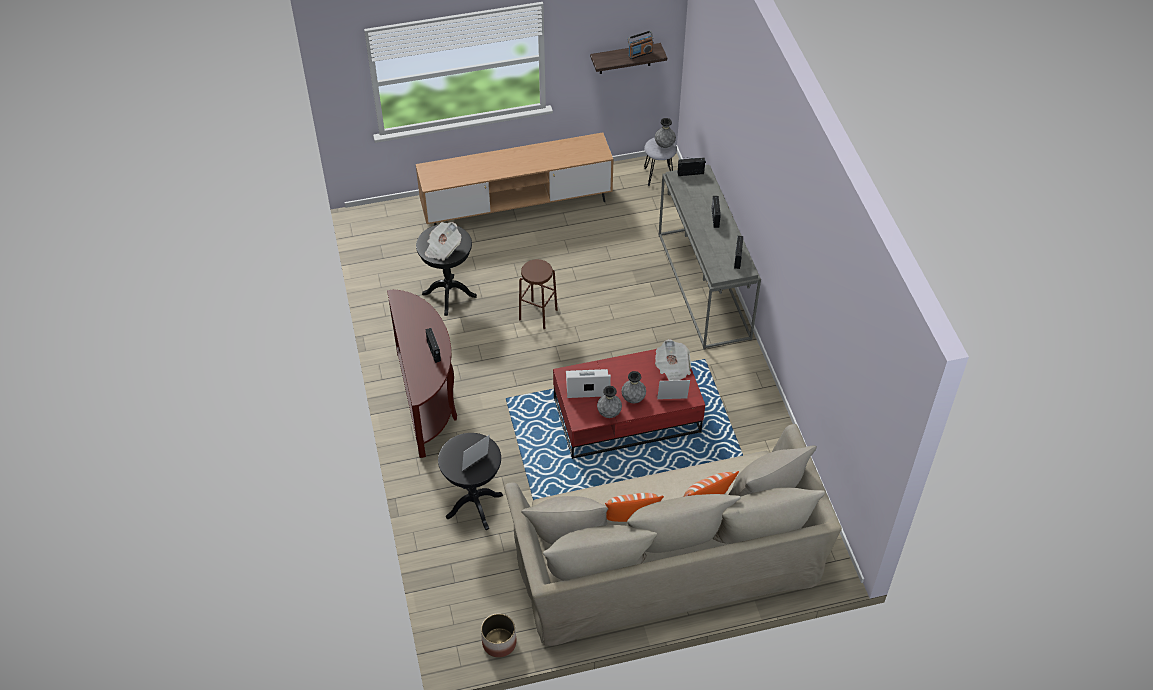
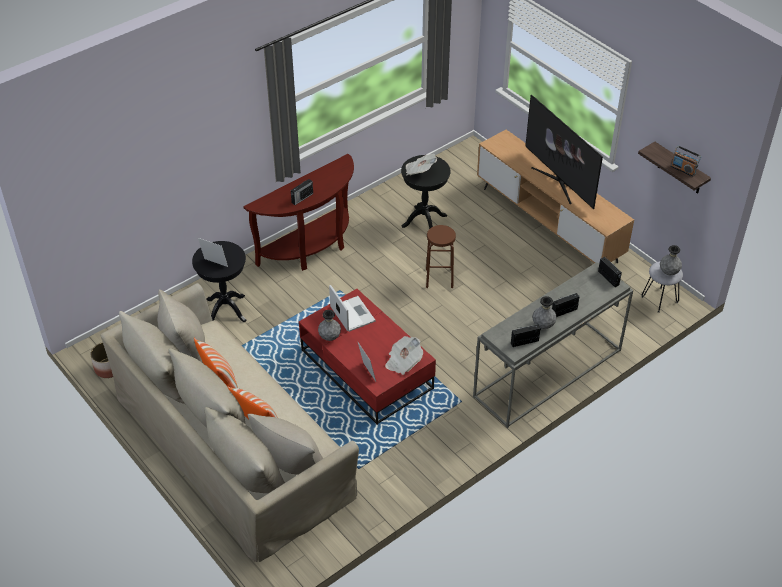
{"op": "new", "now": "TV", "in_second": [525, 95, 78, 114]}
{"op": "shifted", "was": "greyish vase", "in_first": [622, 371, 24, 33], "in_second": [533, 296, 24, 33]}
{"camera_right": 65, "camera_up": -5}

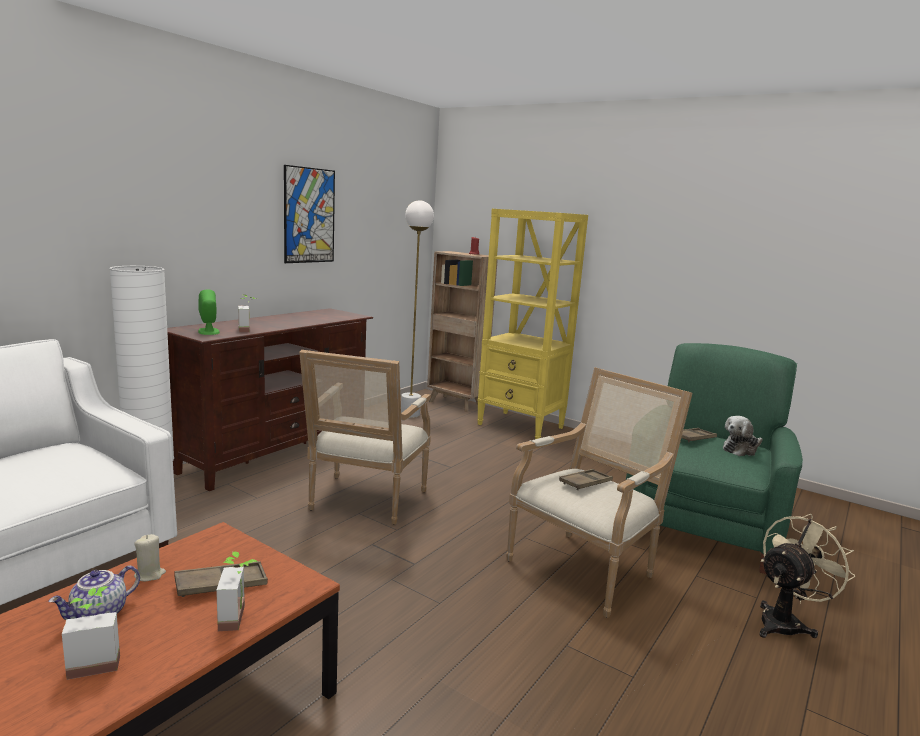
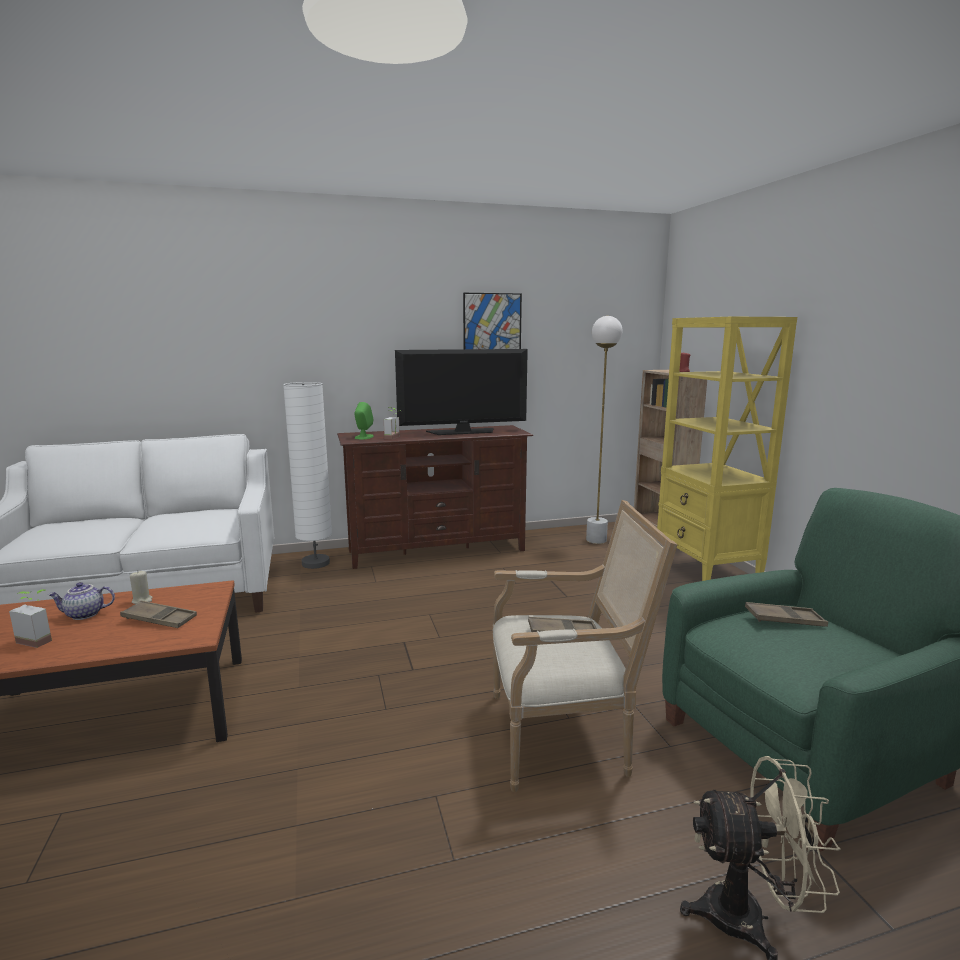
{"op": "gone", "was": "plant in a pot", "in_first": [216, 552, 42, 79]}
{"op": "gone", "was": "easy chair", "in_first": [299, 350, 132, 175]}
{"op": "gone", "was": "plush toy", "in_first": [723, 416, 40, 40]}
{"op": "new", "now": "TV", "in_second": [395, 349, 133, 86]}
{"camera_right": 40, "camera_up": 0}

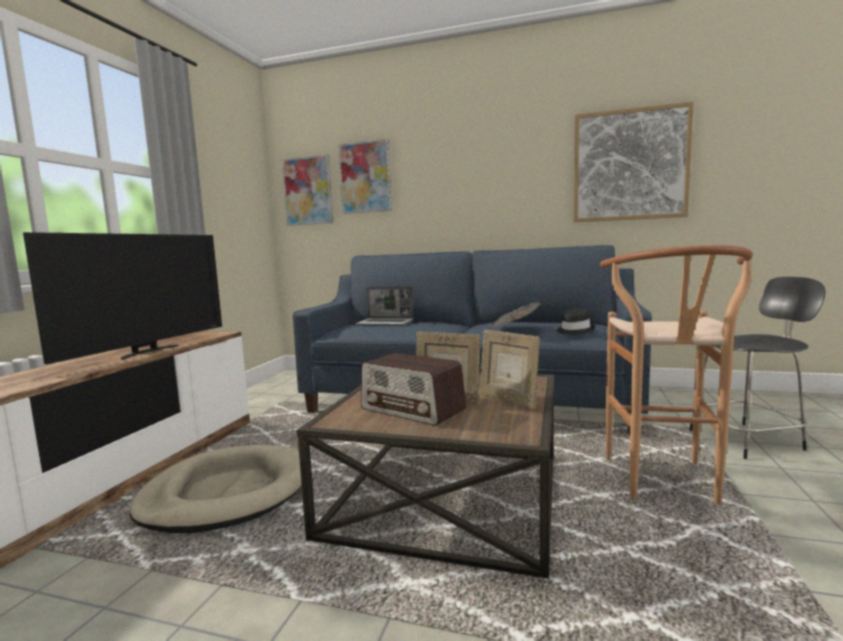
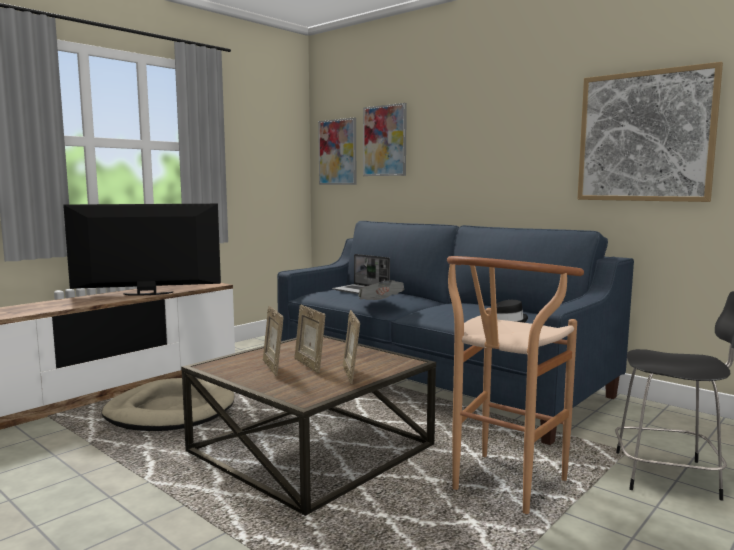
{"op": "shifted", "was": "newspaper", "in_first": [489, 301, 52, 26], "in_second": [358, 280, 46, 20]}
{"op": "swapped", "was": "radio", "now": "picture frame", "in_first": [361, 353, 105, 73], "in_second": [263, 306, 21, 70]}
{"op": "rotated", "was": "TV", "in_first": [23, 232, 199, 132], "in_second": [63, 203, 158, 93], "clockwise": -150}
{"camera_right": 25, "camera_up": 0}

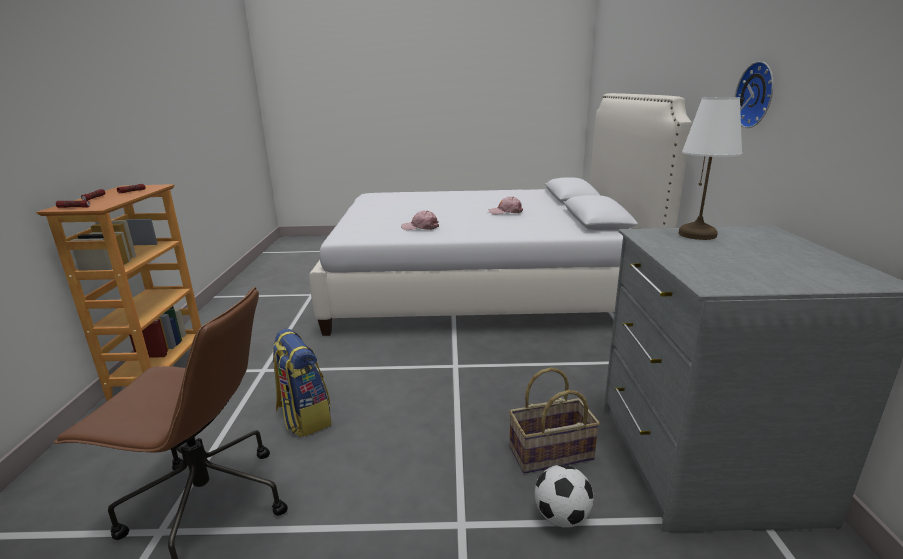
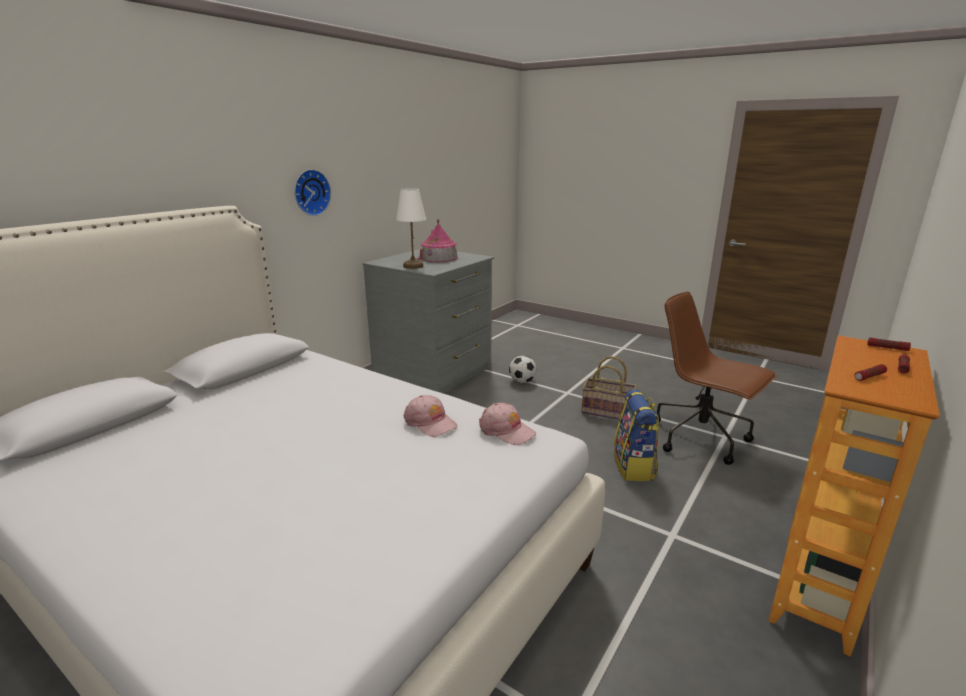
{"op": "new", "now": "model house", "in_second": [417, 219, 41, 43]}
{"op": "shifted", "was": "pink-coloured cap", "in_first": [489, 197, 34, 18], "in_second": [479, 403, 57, 42]}
{"op": "shifted", "was": "storage basket", "in_first": [509, 368, 91, 106], "in_second": [581, 356, 56, 64]}
{"camera_right": -145, "camera_up": 0}

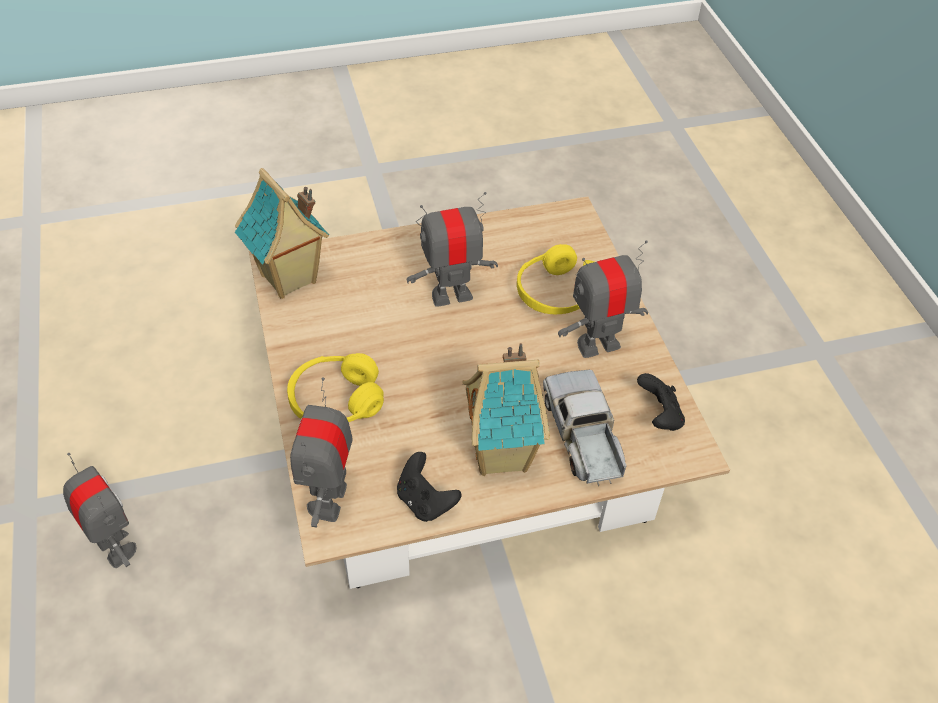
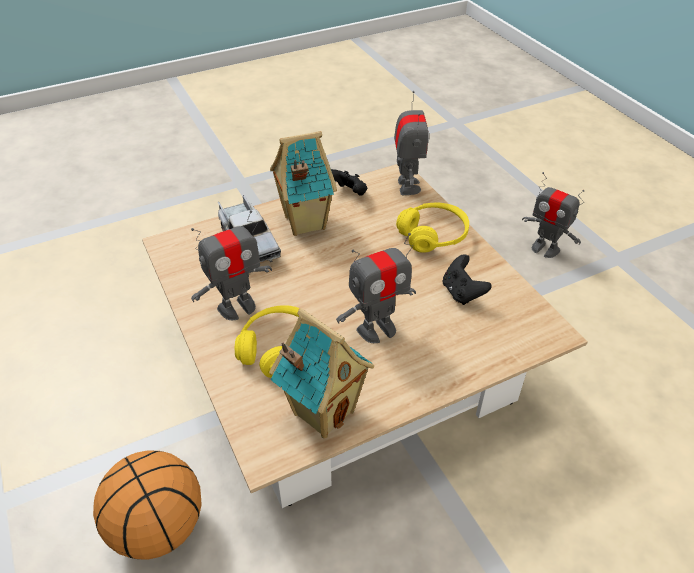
{"op": "new", "now": "basketball", "in_second": [93, 450, 109, 110]}
{"op": "shifted", "was": "model house", "in_first": [235, 168, 94, 131], "in_second": [269, 308, 105, 130]}
{"op": "shifted", "was": "blackish game controller", "in_first": [637, 373, 48, 58], "in_second": [443, 254, 49, 51]}
{"camera_right": 170, "camera_up": -5}

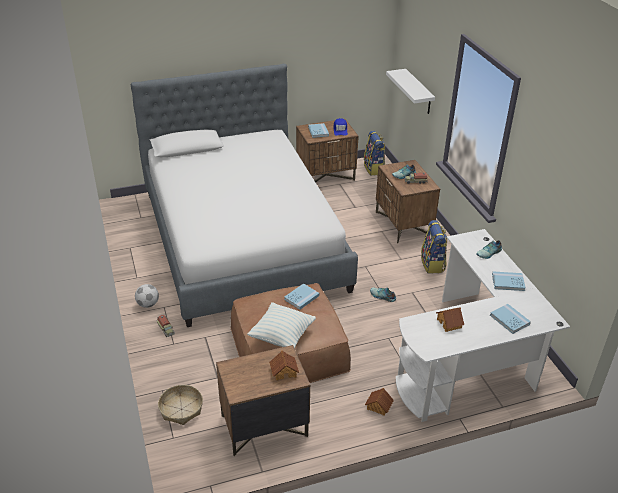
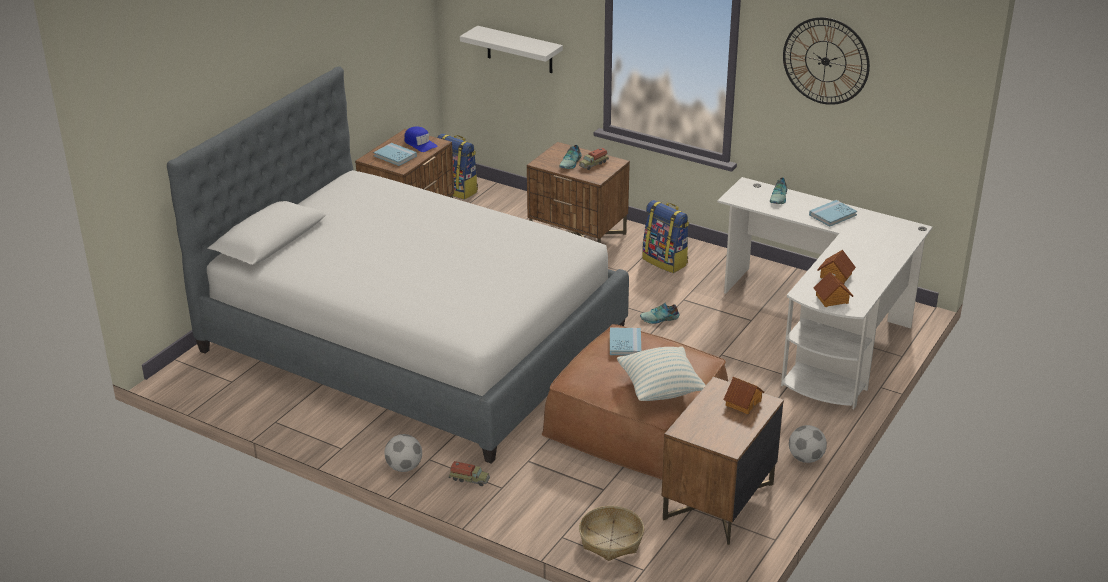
{"op": "gone", "was": "blue-coloured book", "in_first": [490, 304, 41, 30]}
{"op": "new", "now": "hanging clock", "in_second": [783, 17, 87, 88]}
{"op": "new", "now": "football", "in_second": [789, 425, 38, 38]}
{"op": "shifted", "was": "model house", "in_first": [365, 388, 29, 28], "in_second": [814, 272, 39, 35]}
{"camera_right": -40, "camera_up": -5}

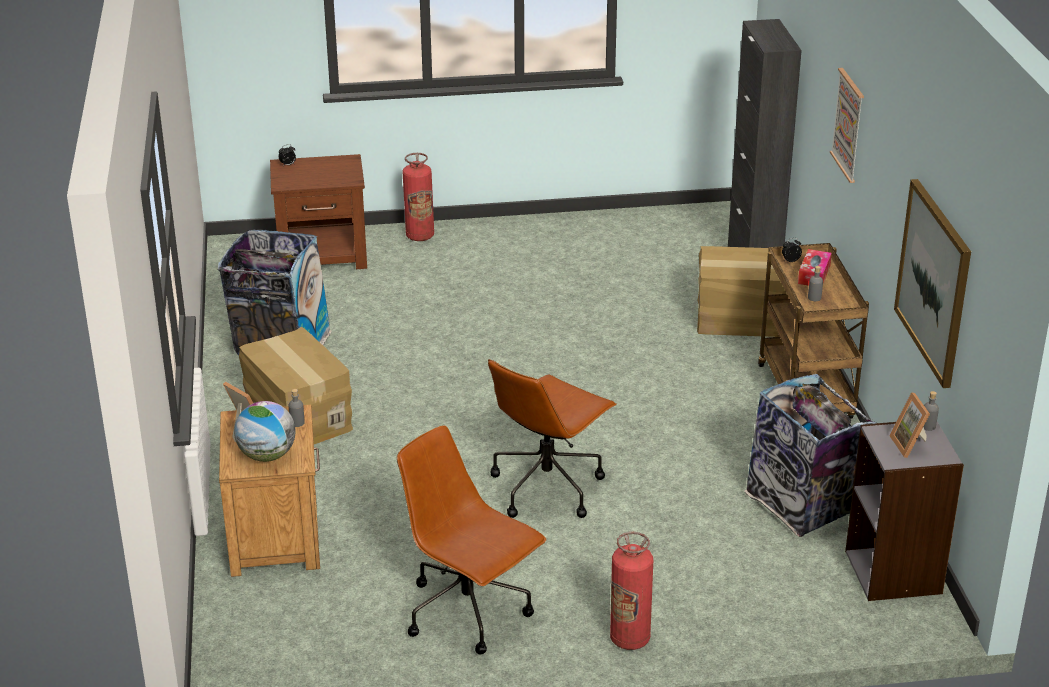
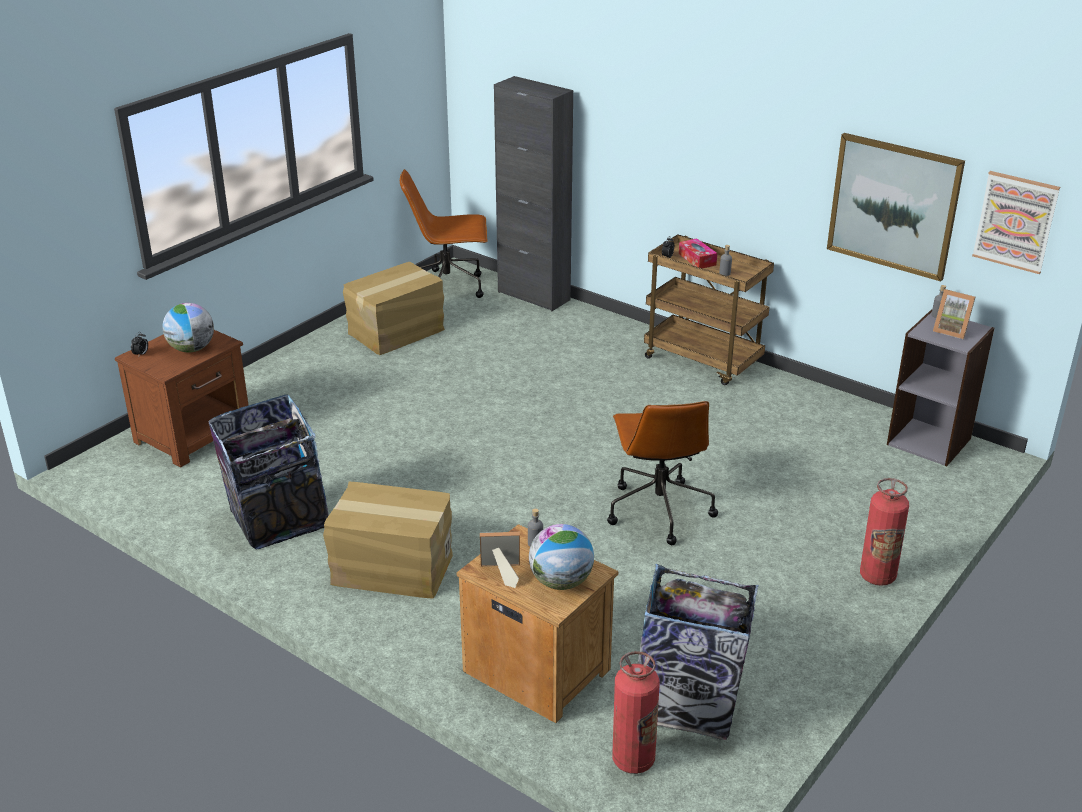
{"op": "new", "now": "world globe", "in_second": [162, 303, 52, 49]}
{"op": "shifted", "was": "brown-coloured office chair", "in_first": [397, 425, 150, 230], "in_second": [400, 169, 88, 129]}
{"op": "shifted", "was": "fire extinguisher", "in_first": [402, 153, 32, 88], "in_second": [612, 651, 48, 123]}
{"op": "shifted", "was": "packing box", "in_first": [697, 246, 90, 91], "in_second": [343, 262, 102, 93]}
{"op": "shifted", "was": "trash can", "in_first": [744, 373, 132, 164], "in_second": [638, 564, 121, 176]}
{"op": "shifted", "was": "wall picture", "in_first": [830, 68, 34, 115], "in_second": [972, 171, 88, 103]}
{"camera_right": -45, "camera_up": 0}

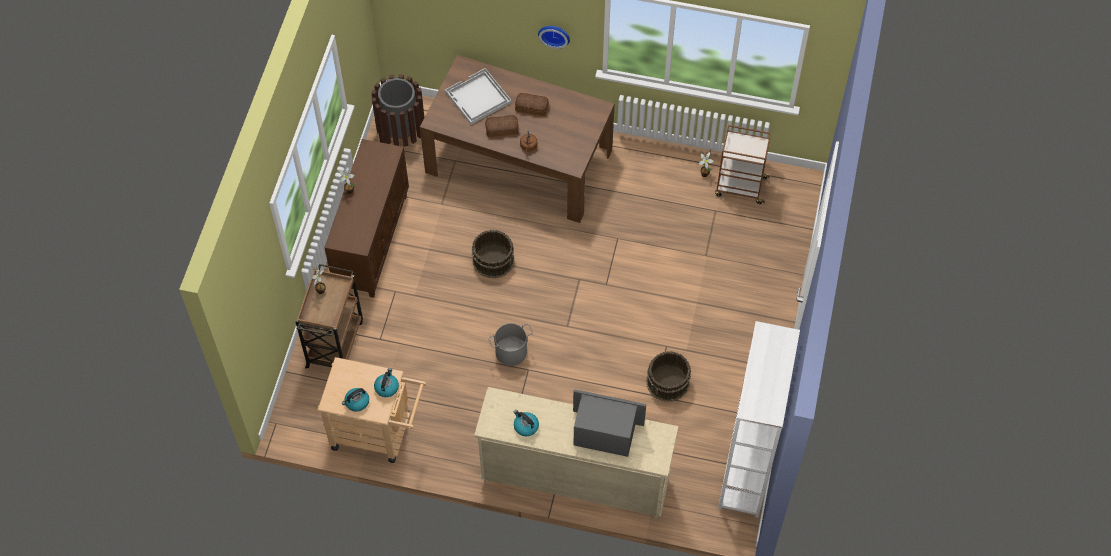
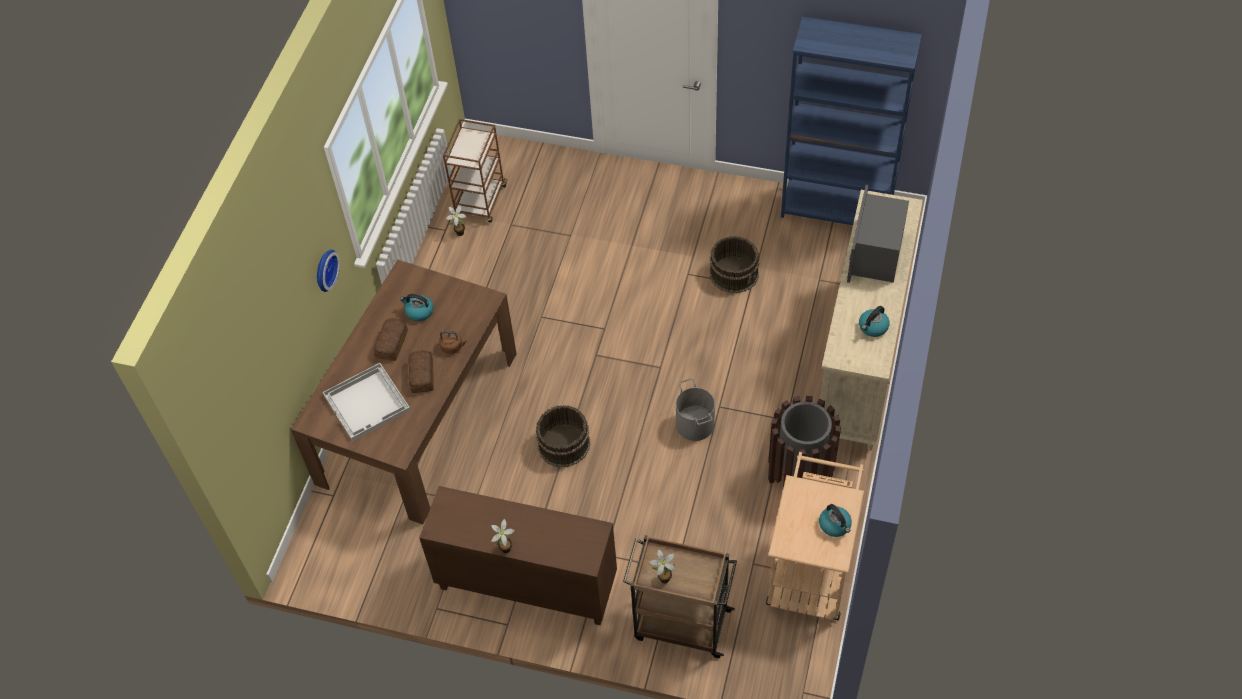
{"op": "shifted", "was": "brown-coloured trash can", "in_first": [372, 74, 53, 73], "in_second": [768, 396, 73, 91]}
{"op": "shifted", "was": "tea kettle", "in_first": [374, 368, 25, 29], "in_second": [400, 294, 33, 27]}
{"op": "repainted", "was": "white bookshelf", "now": "blue-coloured bookshelf", "in_first": [718, 321, 82, 197], "in_second": [781, 16, 141, 209]}
{"camera_right": -85, "camera_up": -5}

